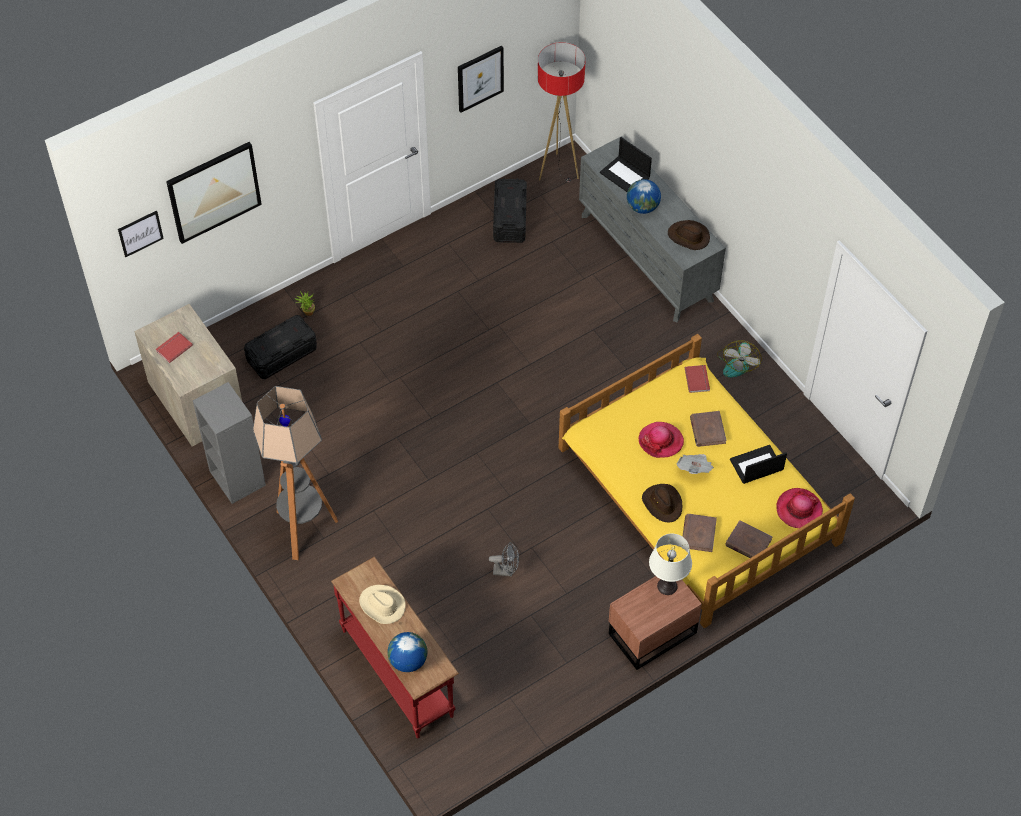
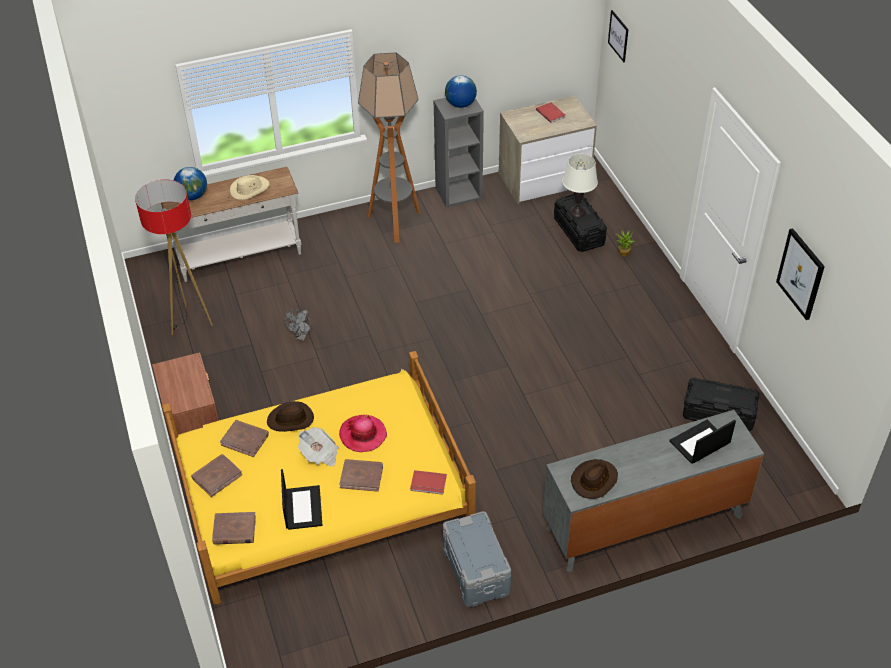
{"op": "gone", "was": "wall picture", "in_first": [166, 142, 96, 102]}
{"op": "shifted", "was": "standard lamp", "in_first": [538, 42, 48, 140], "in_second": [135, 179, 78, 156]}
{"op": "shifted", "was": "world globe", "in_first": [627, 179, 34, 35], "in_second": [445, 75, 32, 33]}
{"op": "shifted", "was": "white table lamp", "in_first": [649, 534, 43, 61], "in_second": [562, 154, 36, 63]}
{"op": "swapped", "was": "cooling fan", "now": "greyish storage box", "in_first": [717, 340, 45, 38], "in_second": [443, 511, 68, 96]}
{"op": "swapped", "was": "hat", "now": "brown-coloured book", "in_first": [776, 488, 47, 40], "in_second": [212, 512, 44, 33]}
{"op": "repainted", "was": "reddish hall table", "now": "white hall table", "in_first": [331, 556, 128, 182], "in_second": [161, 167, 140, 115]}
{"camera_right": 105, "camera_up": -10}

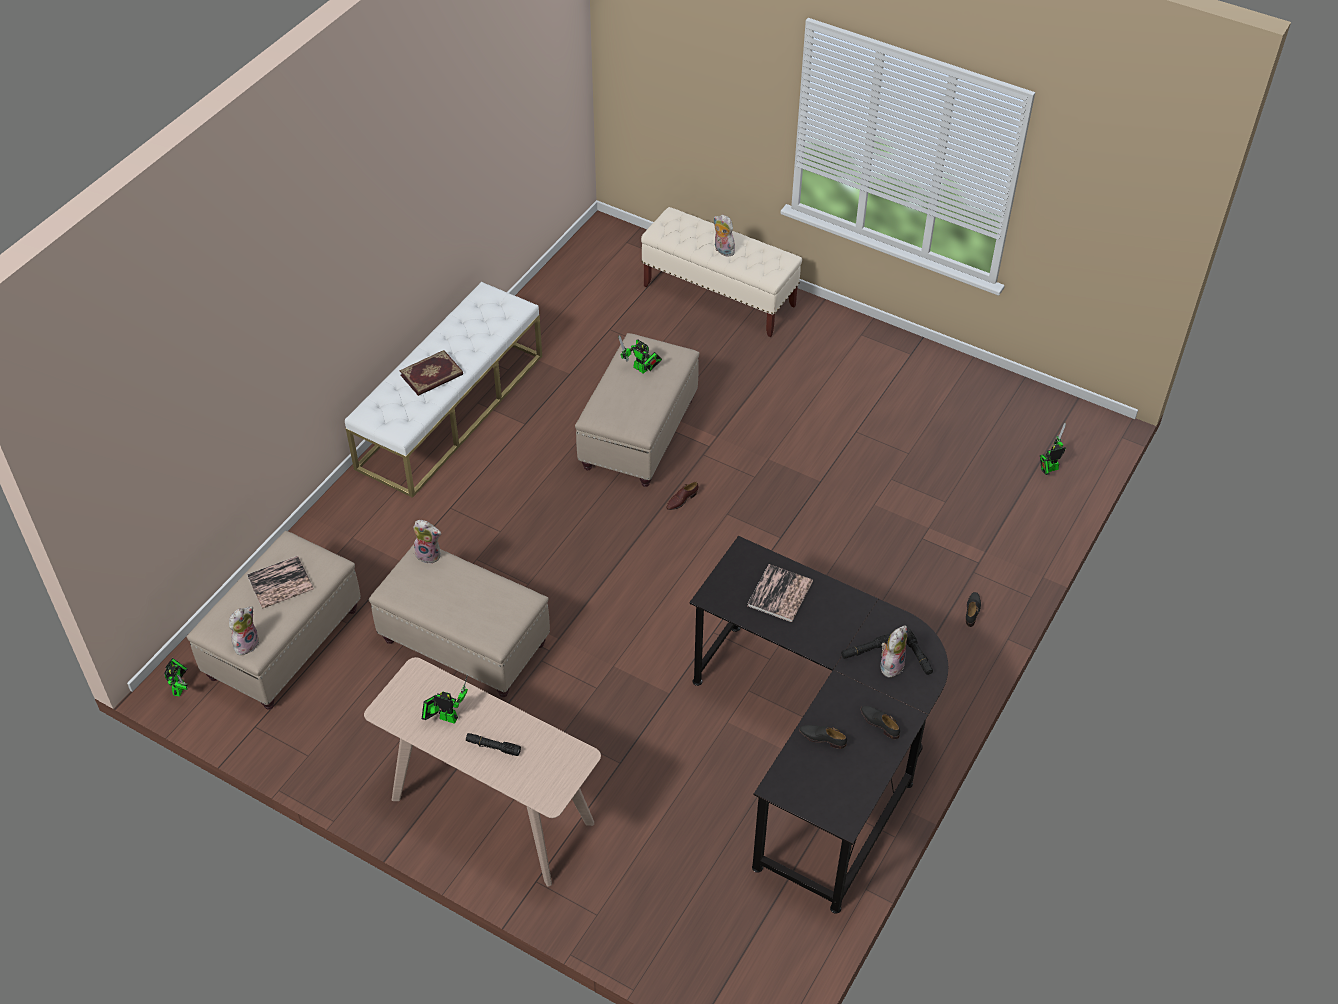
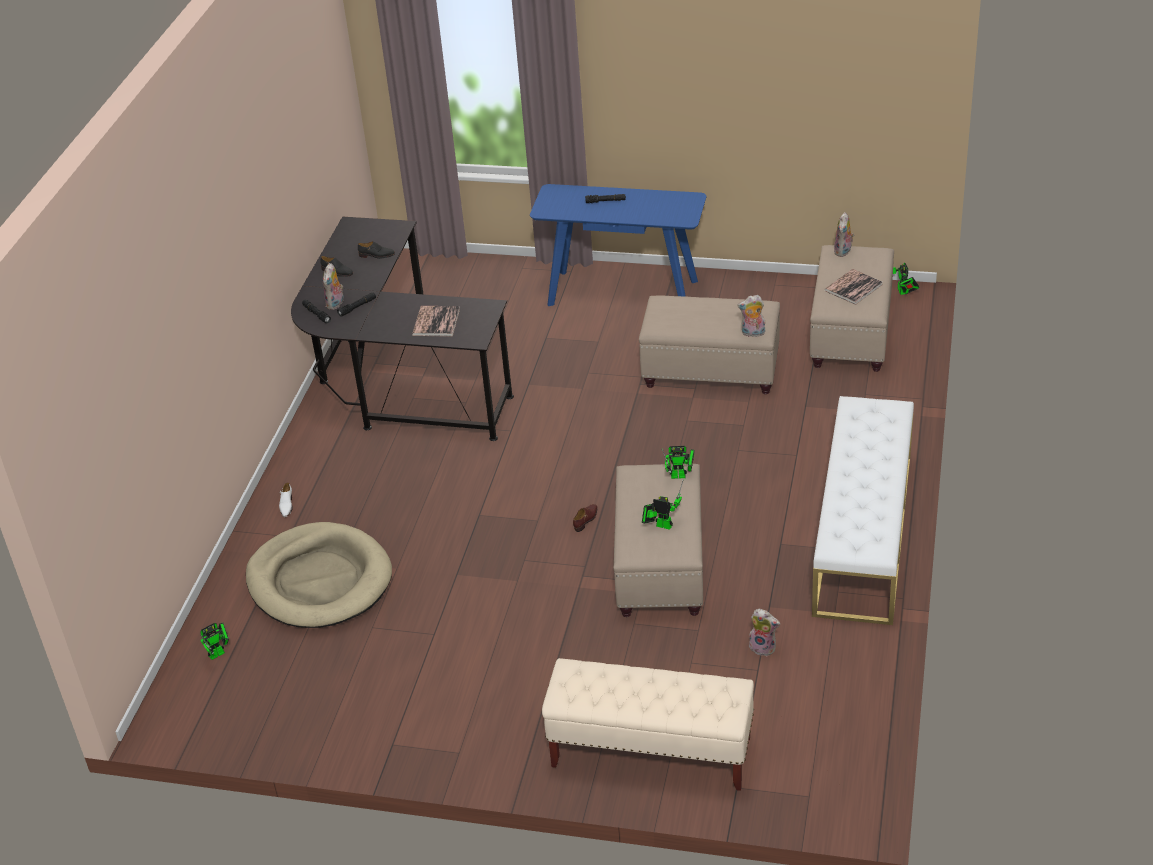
{"op": "gone", "was": "book", "in_first": [399, 350, 64, 46]}
{"op": "new", "now": "sand-coloured dog cushion", "in_second": [246, 522, 146, 106]}
{"op": "shifted", "was": "model robot", "in_first": [422, 674, 46, 50], "in_second": [662, 446, 32, 33]}
{"op": "shifted", "was": "plush toy", "in_first": [714, 215, 21, 42], "in_second": [749, 609, 31, 47]}
{"op": "repainted", "was": "sand-coloured hall table", "now": "blue-coloured hall table", "in_first": [364, 657, 237, 230], "in_second": [530, 184, 176, 122]}
{"op": "repainted", "was": "blackish low shoe", "now": "white low shoe", "in_first": [966, 592, 15, 35], "in_second": [279, 482, 14, 35]}
{"camera_right": 165, "camera_up": -10}

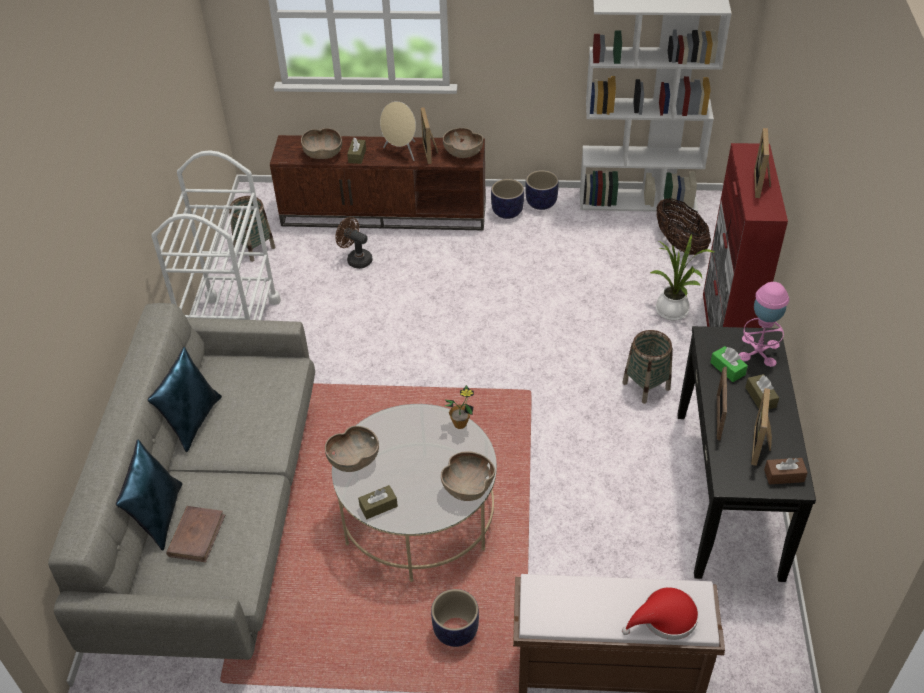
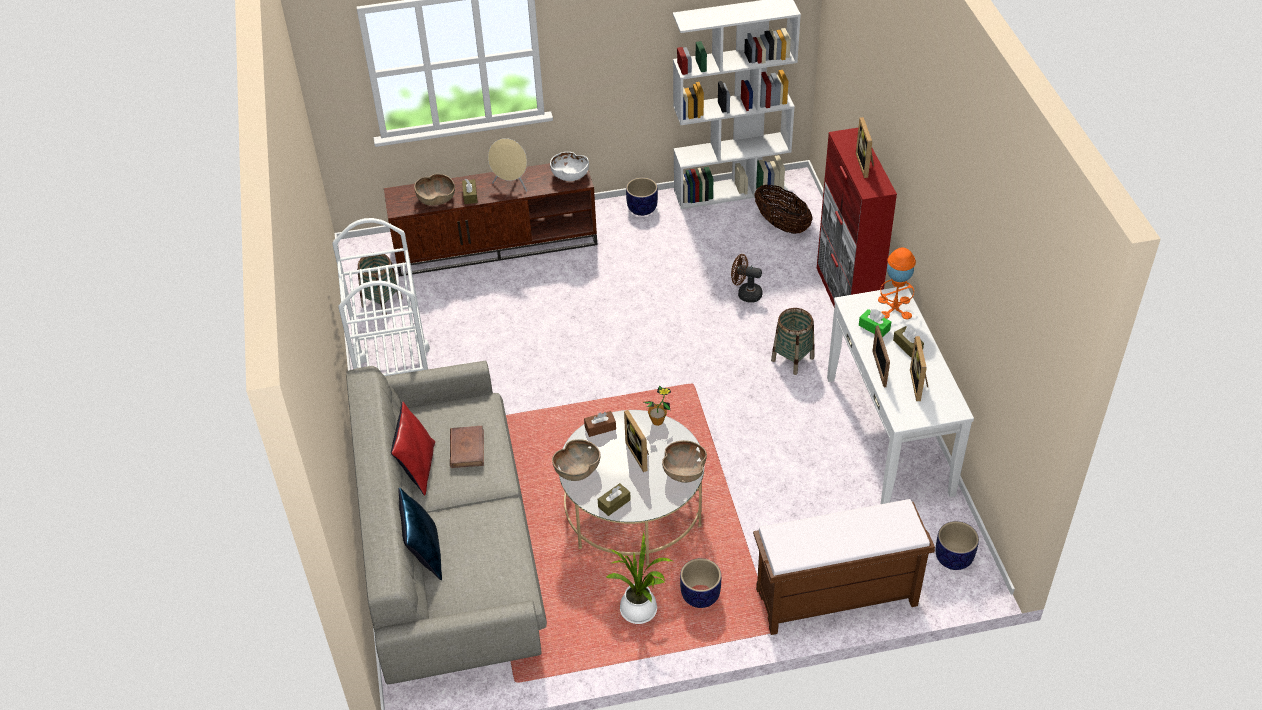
{"op": "gone", "was": "reddish hat", "in_first": [622, 587, 77, 53]}
{"op": "shifted", "was": "brown-coloured book", "in_first": [166, 506, 59, 56], "in_second": [450, 426, 34, 42]}
{"op": "shifted", "was": "brown-coloured cooling fan", "in_first": [335, 217, 37, 52], "in_second": [731, 254, 31, 48]}
{"op": "shifted", "was": "picture frame", "in_first": [421, 107, 17, 57], "in_second": [624, 410, 25, 62]}
{"op": "shifted", "was": "flower pot", "in_first": [491, 179, 33, 40], "in_second": [935, 521, 44, 49]}
{"op": "shifted", "was": "plant in a pot", "in_first": [650, 233, 66, 88], "in_second": [607, 532, 66, 92]}
{"op": "shifted", "was": "brown-coloured tissue holder", "in_first": [764, 458, 44, 27], "in_second": [584, 411, 32, 26]}
{"op": "repainted", "was": "blue-coloured throw pillow", "now": "reddish throw pillow", "in_first": [148, 347, 74, 105], "in_second": [391, 402, 44, 94]}
{"op": "repainted", "was": "brown-coloured bowl", "now": "white bowl", "in_first": [443, 128, 40, 30], "in_second": [550, 152, 39, 29]}
{"op": "repainted", "was": "blackish hall table", "now": "white hall table", "in_first": [677, 326, 139, 256], "in_second": [827, 286, 147, 218]}
{"op": "repainted", "was": "pink-coloured table lamp", "now": "orange-coloured table lamp", "in_first": [739, 282, 50, 85], "in_second": [878, 248, 38, 71]}
{"camera_right": -15, "camera_up": 0}

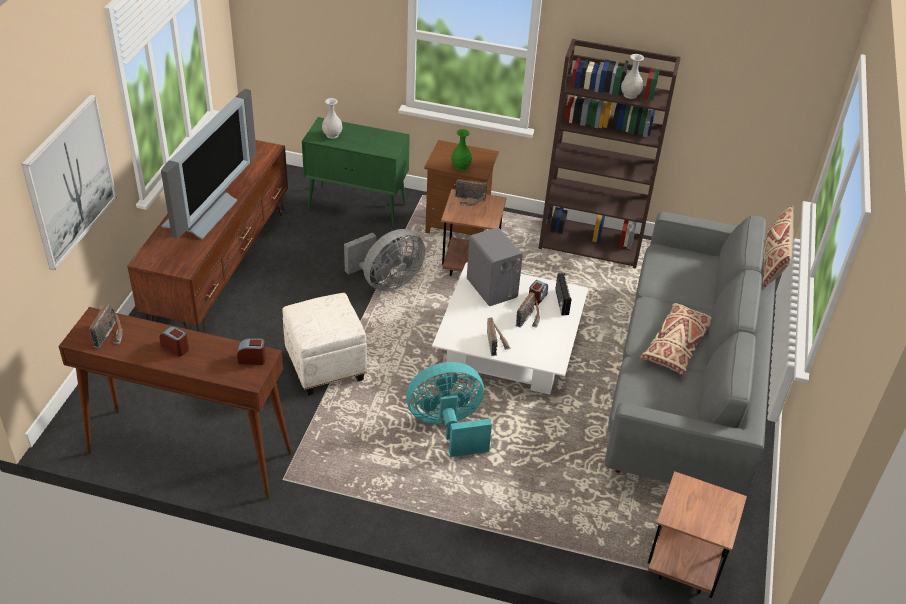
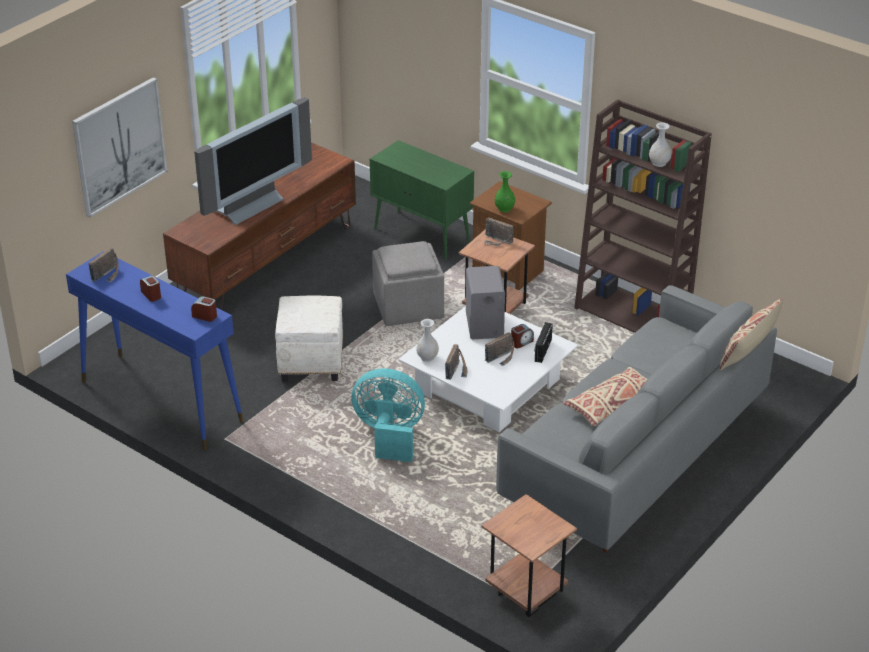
{"op": "shifted", "was": "white vase", "in_first": [322, 98, 20, 41], "in_second": [416, 319, 23, 43]}
{"op": "swapped", "was": "greyish cooling fan", "now": "greyish ottoman", "in_first": [344, 229, 81, 62], "in_second": [372, 241, 72, 85]}
{"op": "repainted", "was": "brown-coloured hall table", "now": "blue-coloured hall table", "in_first": [59, 307, 233, 193], "in_second": [66, 251, 177, 199]}
{"camera_right": 25, "camera_up": -5}

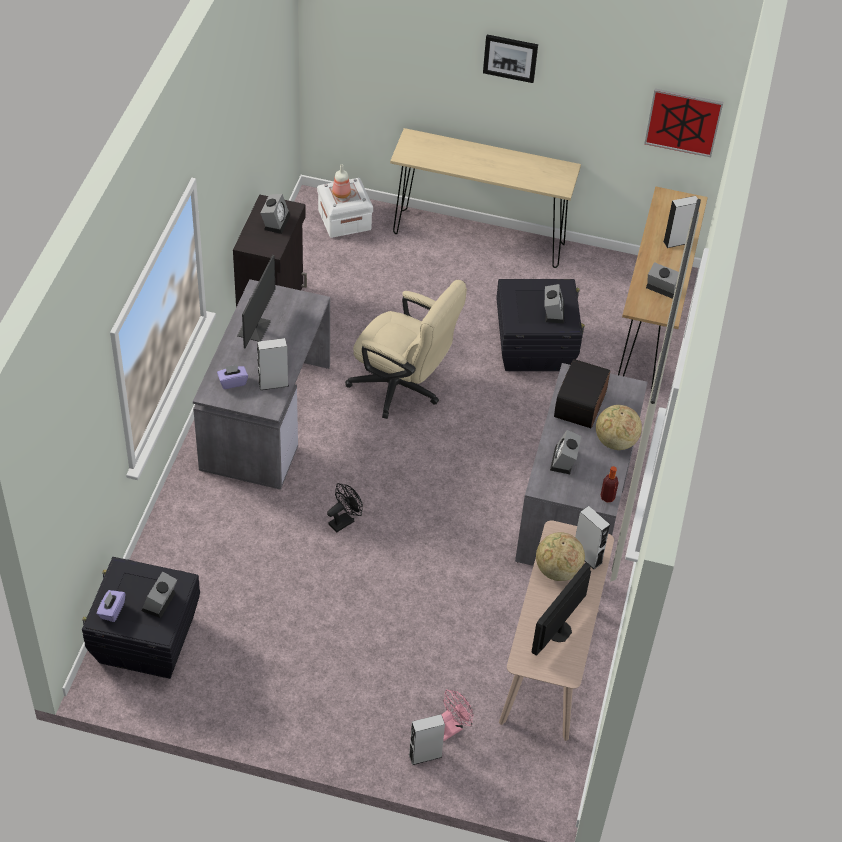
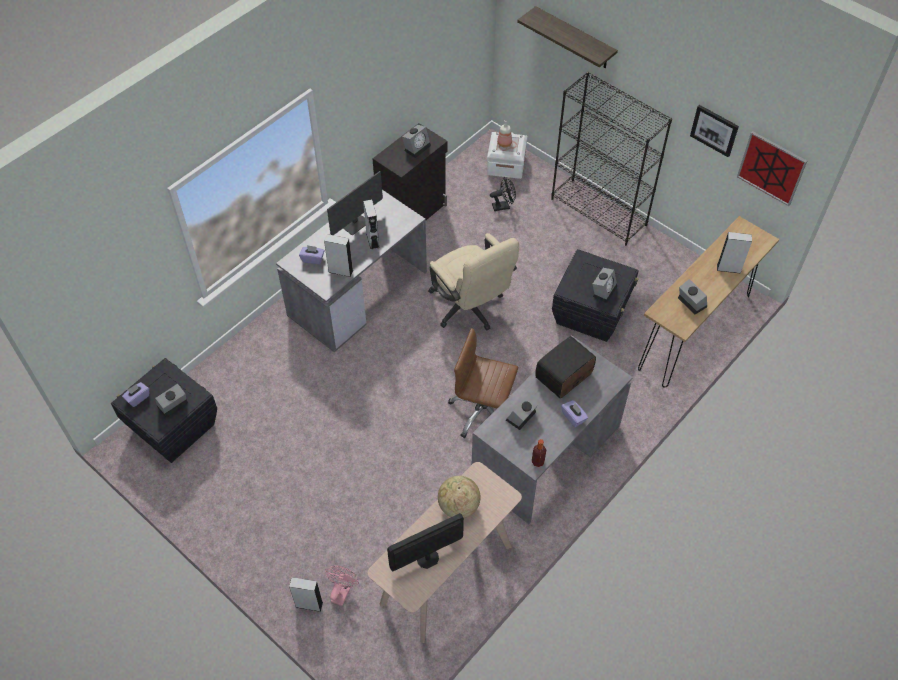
{"op": "new", "now": "brown-coloured office chair", "in_second": [448, 328, 70, 110]}
{"op": "new", "now": "wall shelf", "in_second": [517, 6, 101, 62]}
{"op": "shifted", "was": "blackish cooling fan", "in_first": [327, 483, 36, 50], "in_second": [490, 177, 26, 34]}
{"op": "shifted", "was": "wall picture", "in_first": [483, 35, 55, 48], "in_second": [690, 105, 49, 52]}
{"op": "shifted", "was": "greyish speaker", "in_first": [575, 506, 35, 63], "in_second": [363, 199, 17, 50]}
{"op": "swapped", "was": "sand-coloured hall table", "now": "blackish bookshelf", "in_first": [390, 128, 191, 140], "in_second": [551, 72, 121, 174]}
{"op": "swapped", "was": "world globe", "now": "purple tissue holder", "in_first": [596, 405, 46, 45], "in_second": [561, 400, 27, 27]}
{"op": "rotated", "was": "pink-coloured cooling fan", "in_first": [442, 690, 32, 52], "in_second": [325, 566, 34, 40], "clockwise": -60}
{"camera_right": 30, "camera_up": 5}

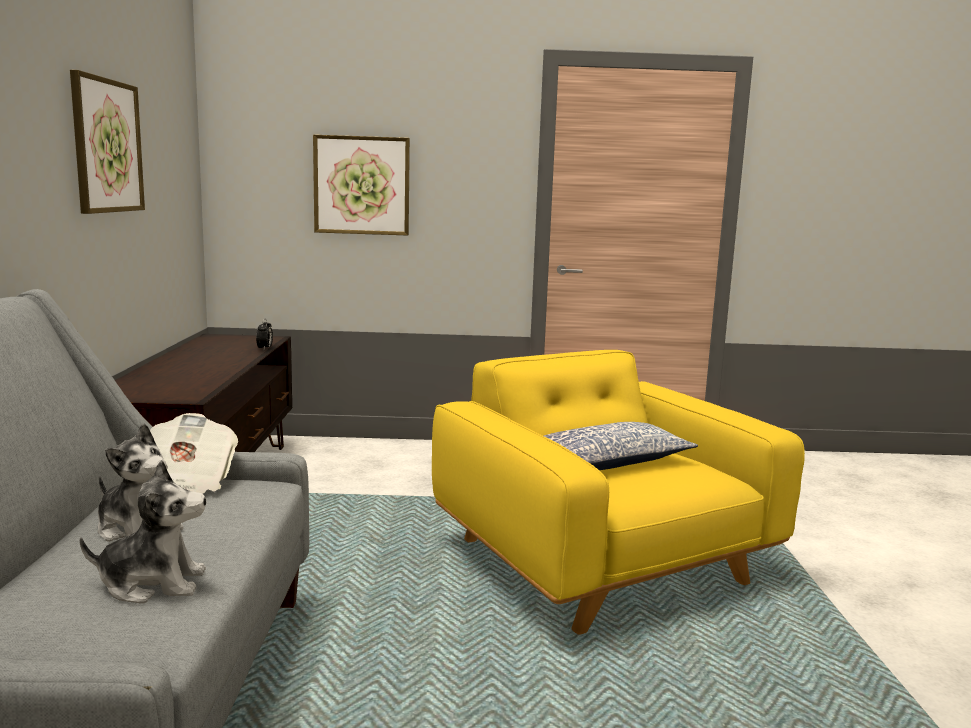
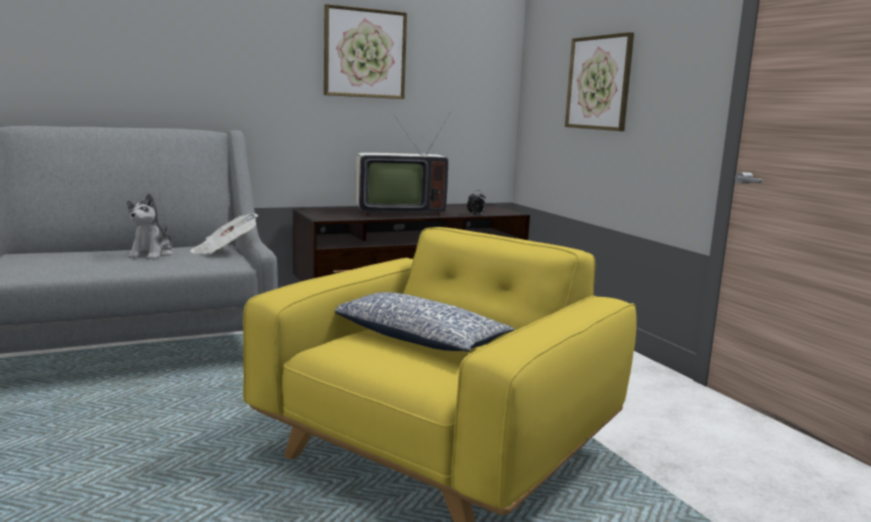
{"op": "gone", "was": "plush toy", "in_first": [79, 460, 127, 144]}
{"op": "new", "now": "TV", "in_second": [355, 113, 95, 103]}
{"camera_right": 65, "camera_up": 0}

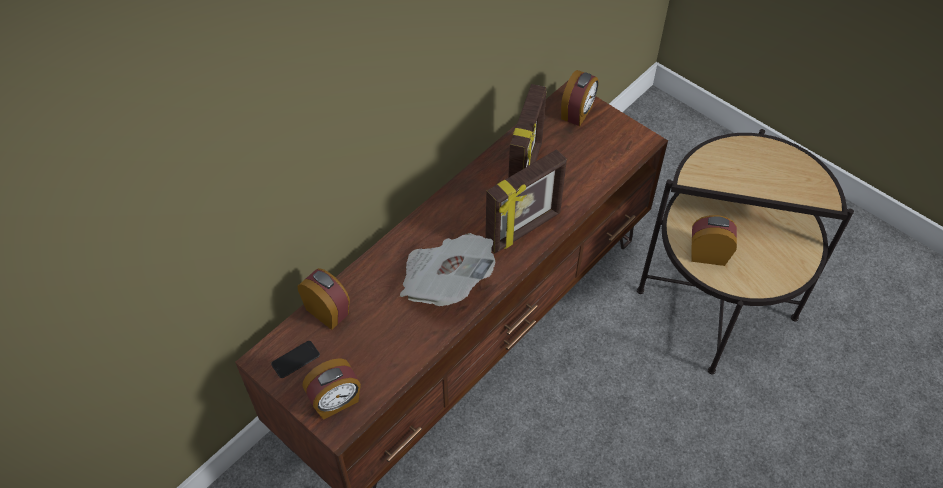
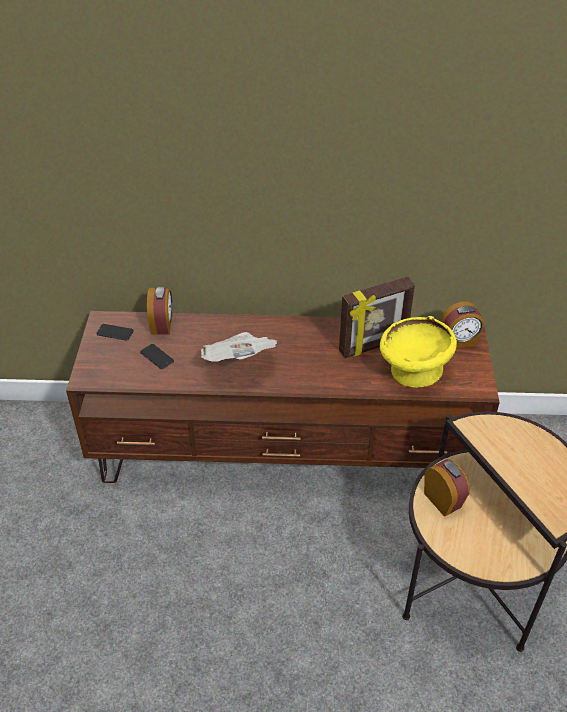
{"op": "gone", "was": "table clock", "in_first": [303, 358, 58, 62]}
{"op": "gone", "was": "picture frame", "in_first": [485, 149, 82, 105]}
{"op": "new", "now": "telephone", "in_second": [140, 344, 34, 25]}
{"op": "new", "now": "yellow-coloured bowl", "in_second": [380, 316, 77, 72]}
{"camera_right": 50, "camera_up": -10}

